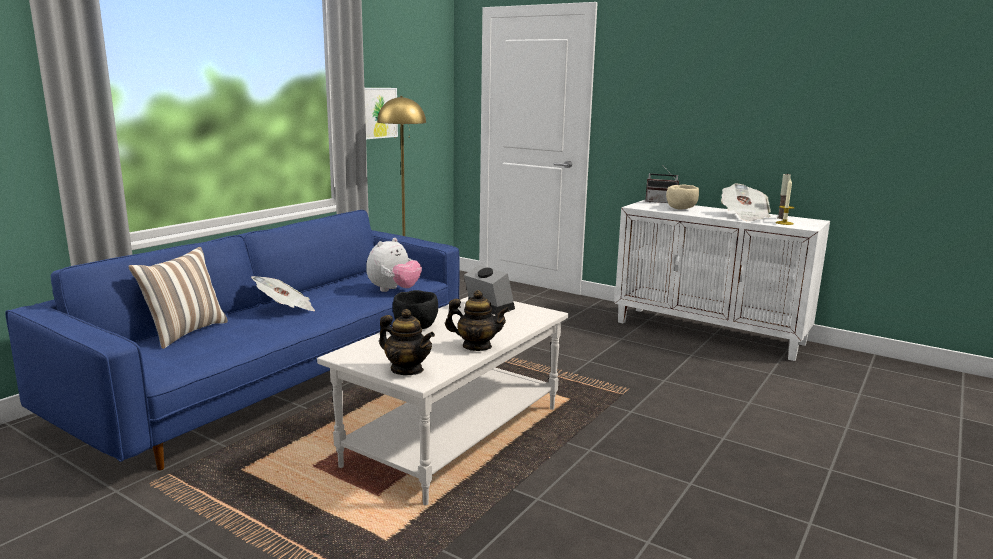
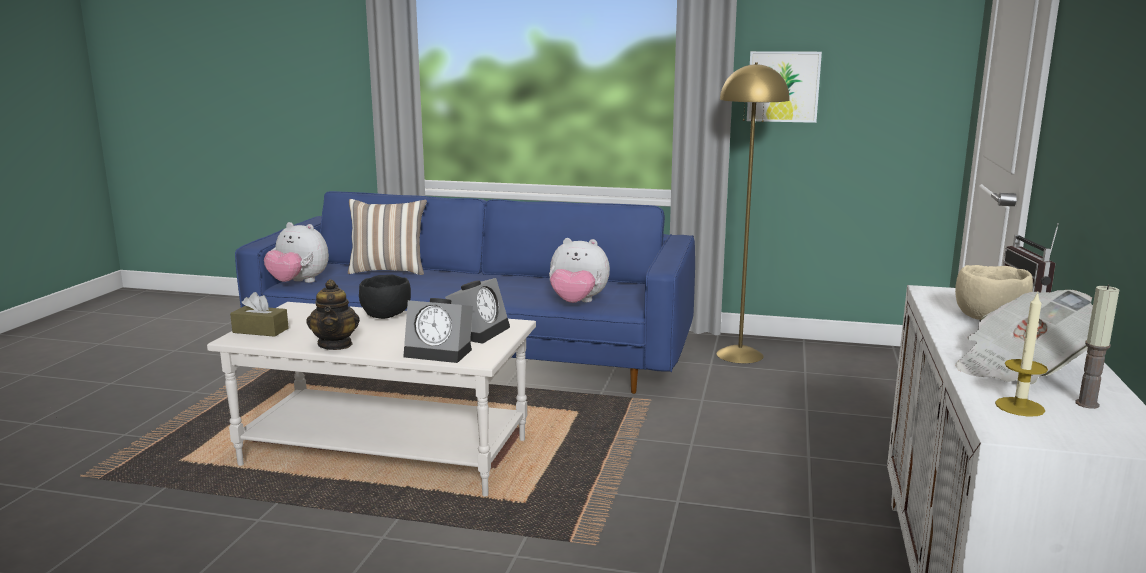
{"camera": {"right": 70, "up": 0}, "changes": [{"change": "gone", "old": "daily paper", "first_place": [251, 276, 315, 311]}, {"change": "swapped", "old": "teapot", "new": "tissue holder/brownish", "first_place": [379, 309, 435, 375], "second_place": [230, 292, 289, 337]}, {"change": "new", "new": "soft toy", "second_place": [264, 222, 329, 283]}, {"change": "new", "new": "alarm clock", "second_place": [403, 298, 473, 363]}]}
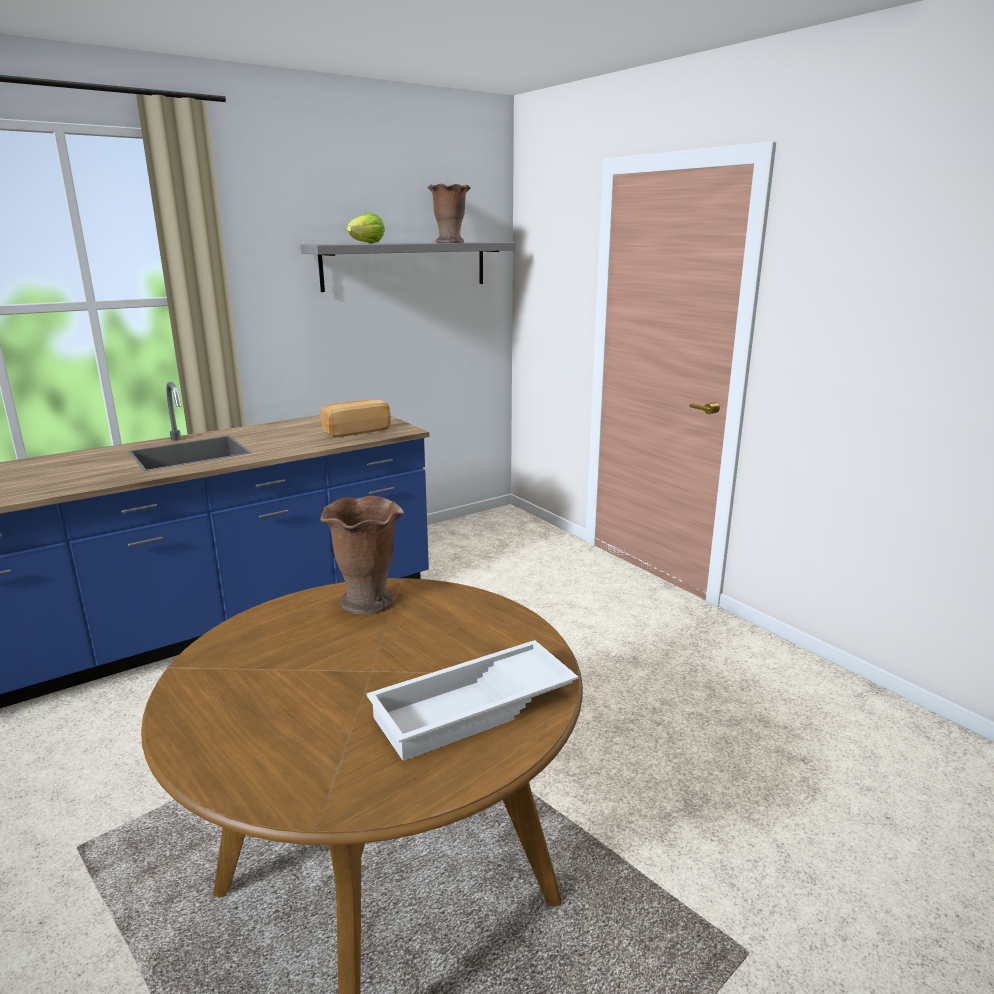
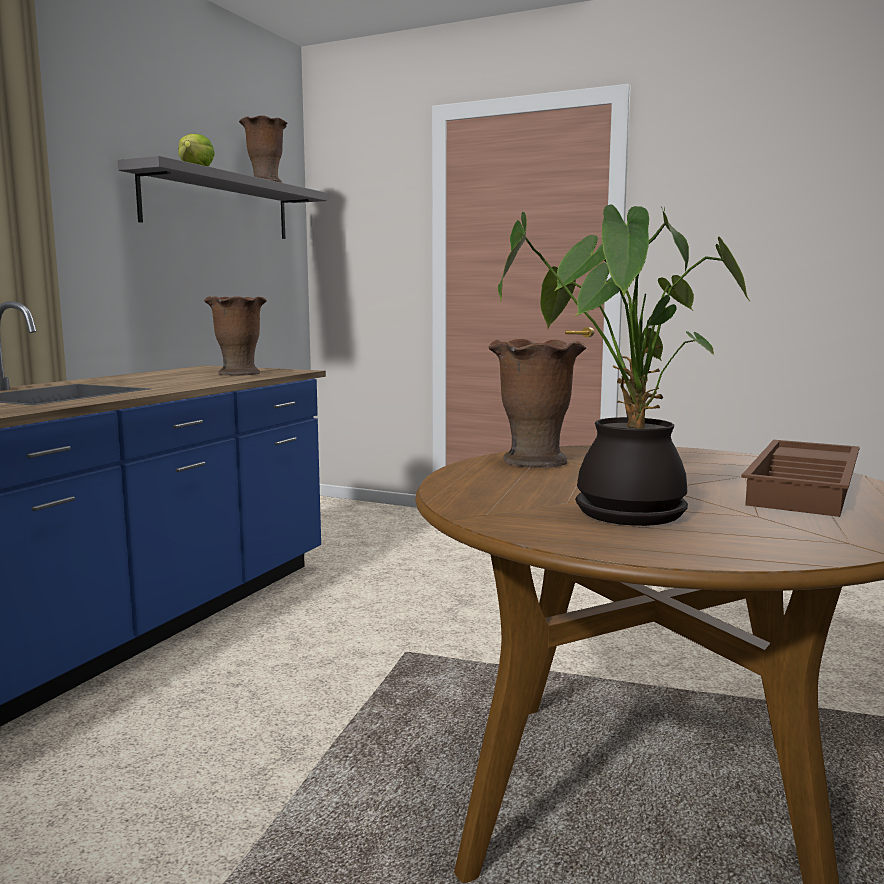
{"camera": {"right": -30, "up": -10}, "changes": [{"change": "swapped", "old": "baked bread", "new": "vase/brownish", "first_place": [320, 400, 391, 437], "second_place": [204, 296, 267, 376]}, {"change": "repainted", "old": "carrying tray/whitish", "new": "carrying tray/brownish", "first_place": [366, 640, 578, 761], "second_place": [741, 440, 860, 517]}, {"change": "new", "new": "plant in a pot", "second_place": [498, 204, 750, 526]}]}
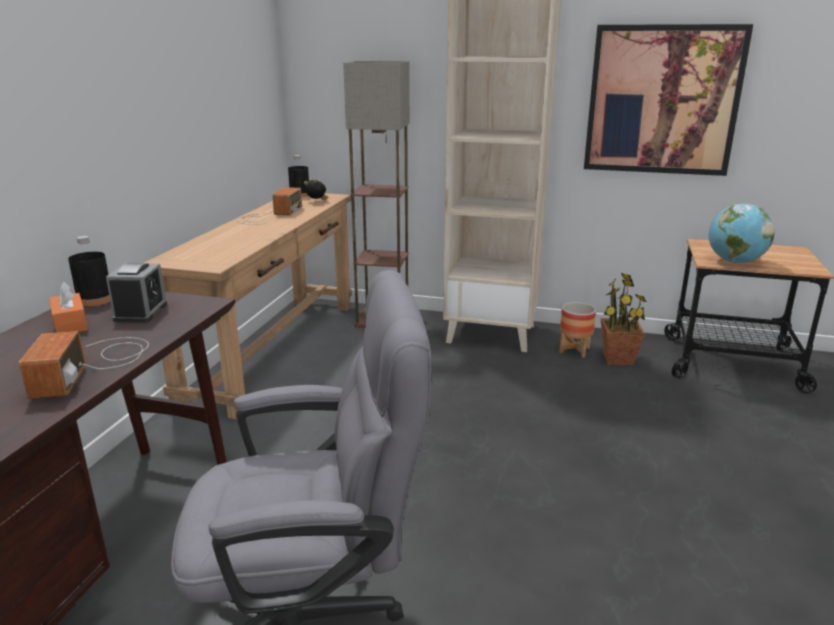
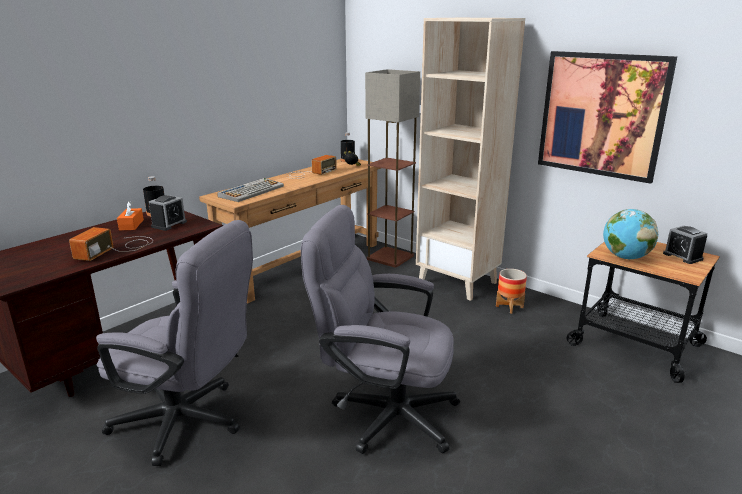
{"camera": {"right": 25, "up": 0}, "changes": [{"change": "gone", "old": "plant in a pot", "first_place": [601, 273, 647, 365]}, {"change": "new", "new": "keyboard", "second_place": [217, 178, 284, 202]}, {"change": "new", "new": "office chair/grey", "second_place": [301, 205, 460, 454]}, {"change": "new", "new": "alarm clock", "second_place": [663, 226, 707, 264]}]}
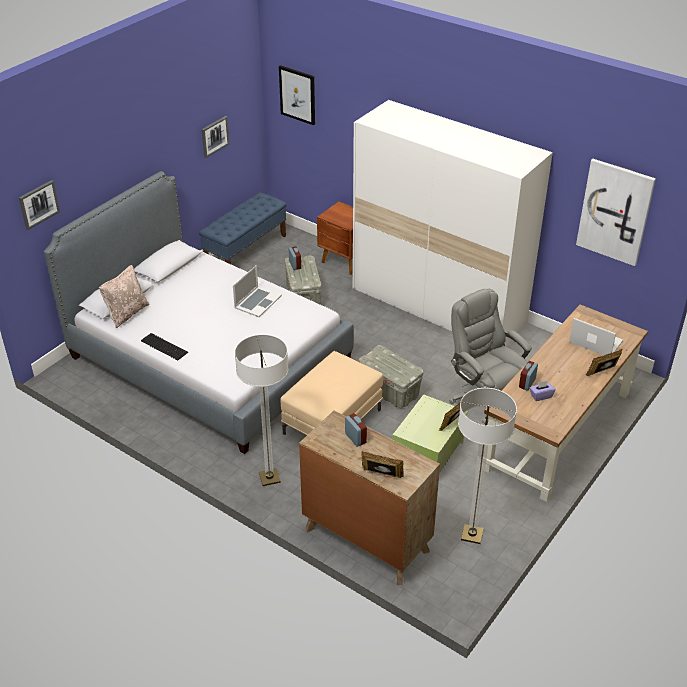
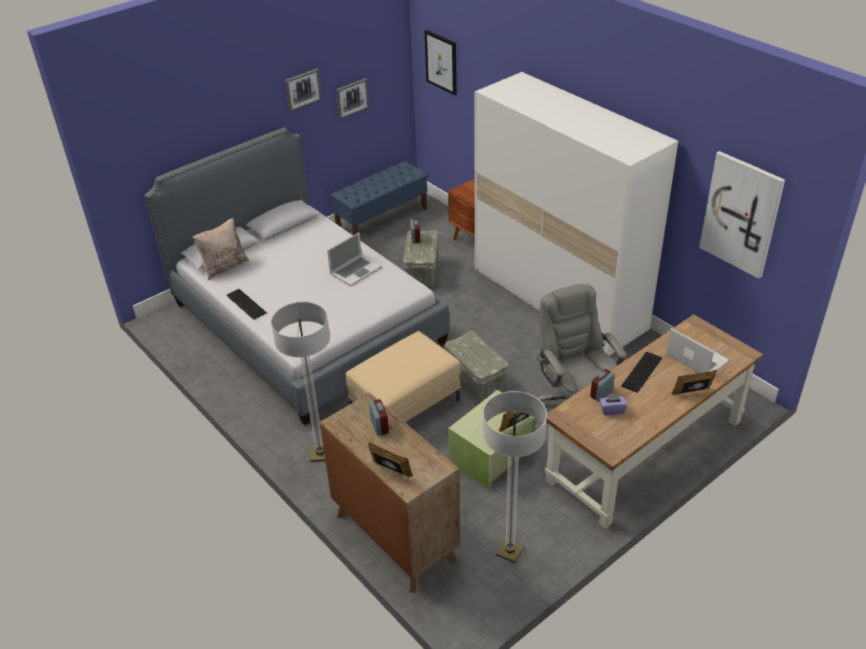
{"camera": {"right": 15, "up": 0}, "changes": [{"change": "shifted", "old": "wall picture", "first_place": [19, 180, 60, 230], "second_place": [285, 69, 322, 112]}, {"change": "new", "new": "keyboard", "second_place": [621, 352, 662, 393]}]}
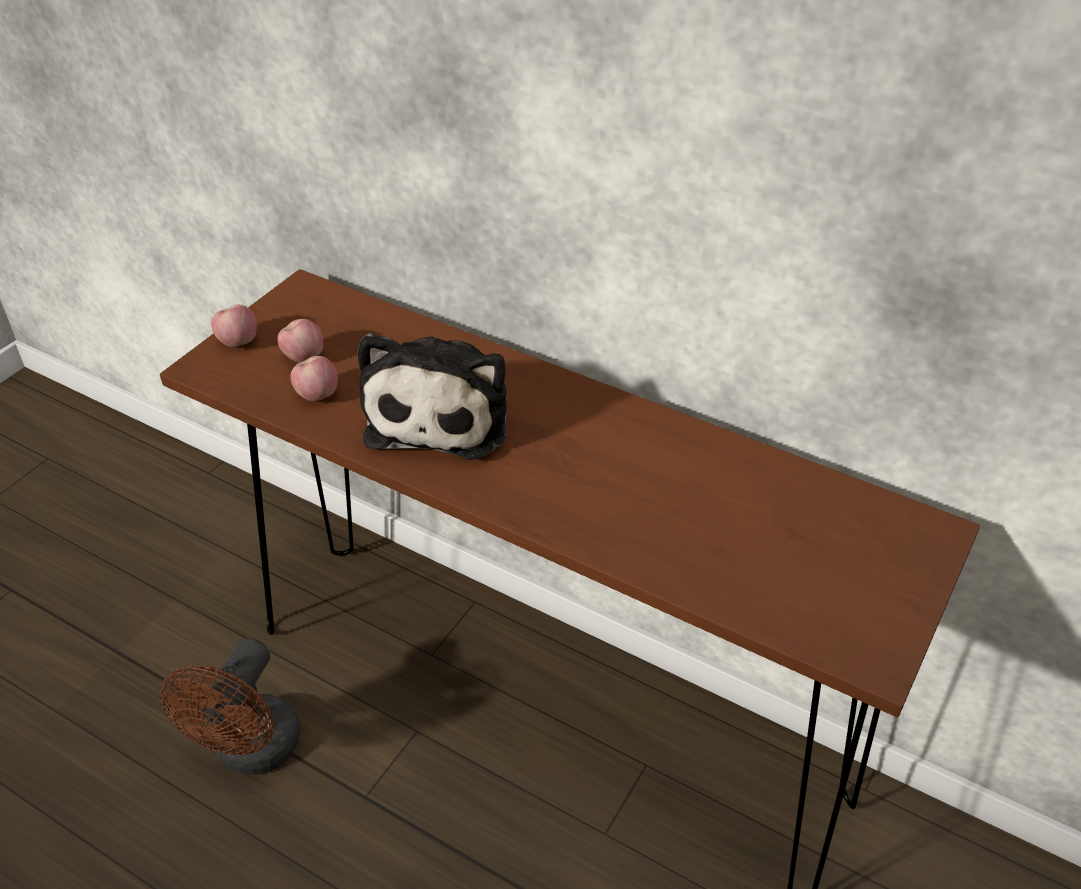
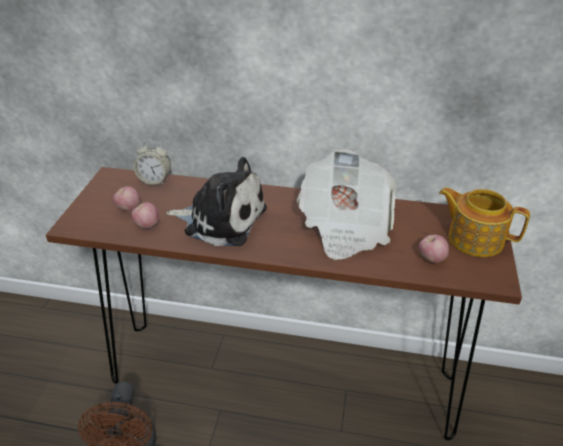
{"camera": {"right": -20, "up": -5}, "changes": [{"change": "shifted", "old": "apple", "first_place": [211, 305, 257, 347], "second_place": [419, 235, 449, 263]}, {"change": "rotated", "old": "soft toy", "first_place": [358, 333, 507, 460], "second_place": [166, 157, 267, 246], "degrees": -60}, {"change": "new", "new": "alarm clock", "second_place": [134, 141, 171, 185]}, {"change": "new", "new": "daily paper", "second_place": [297, 149, 396, 260]}, {"change": "new", "new": "teapot", "second_place": [439, 187, 530, 257]}]}
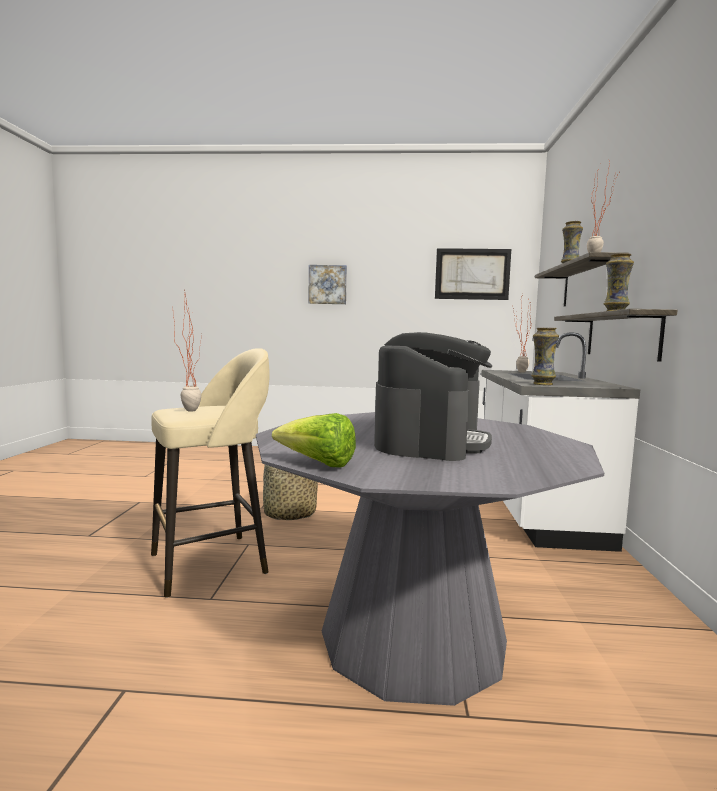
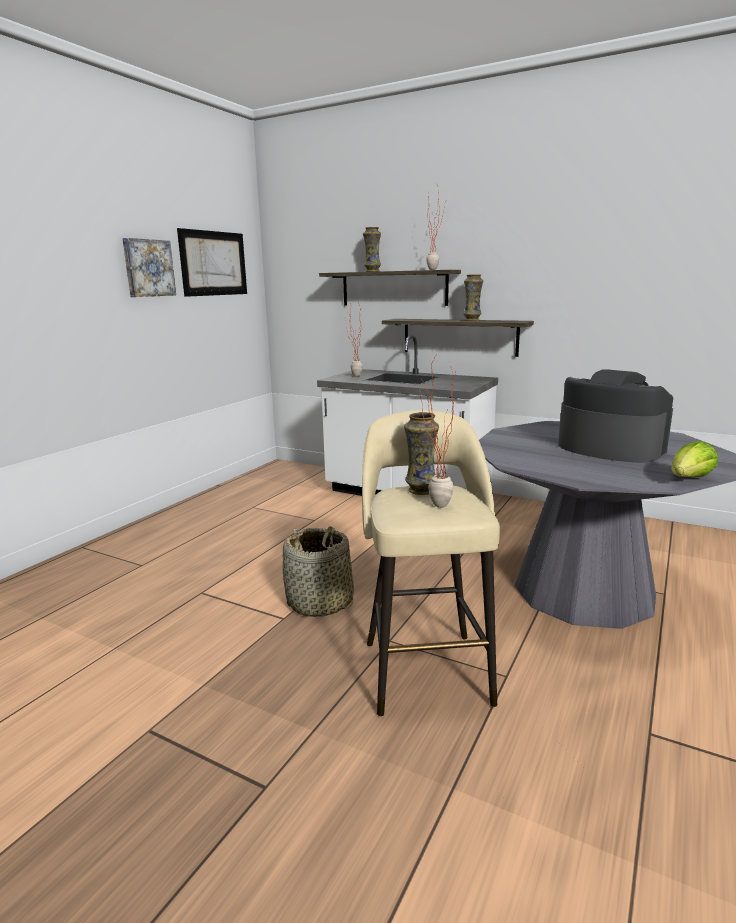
{"camera": {"right": -65, "up": 10}, "changes": [{"change": "shifted", "old": "wall picture", "first_place": [308, 265, 347, 304], "second_place": [122, 238, 176, 297]}, {"change": "shifted", "old": "vase", "first_place": [531, 328, 559, 385], "second_place": [404, 412, 439, 495]}]}
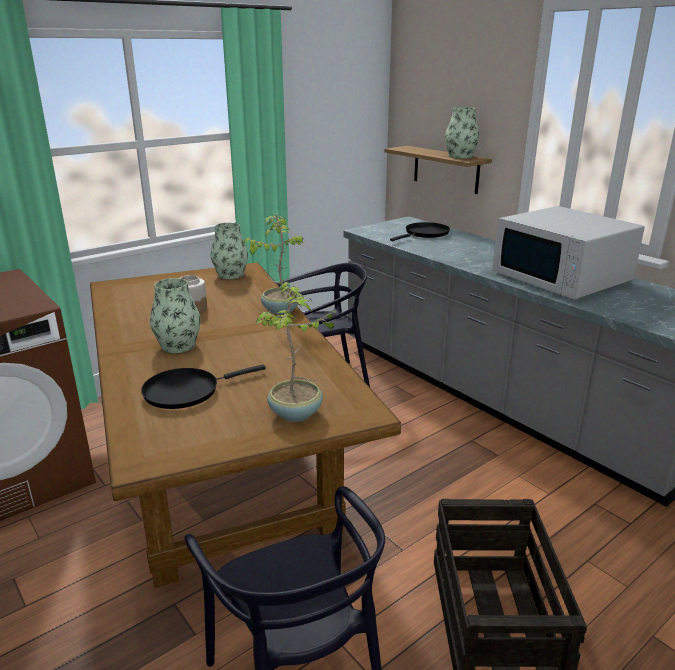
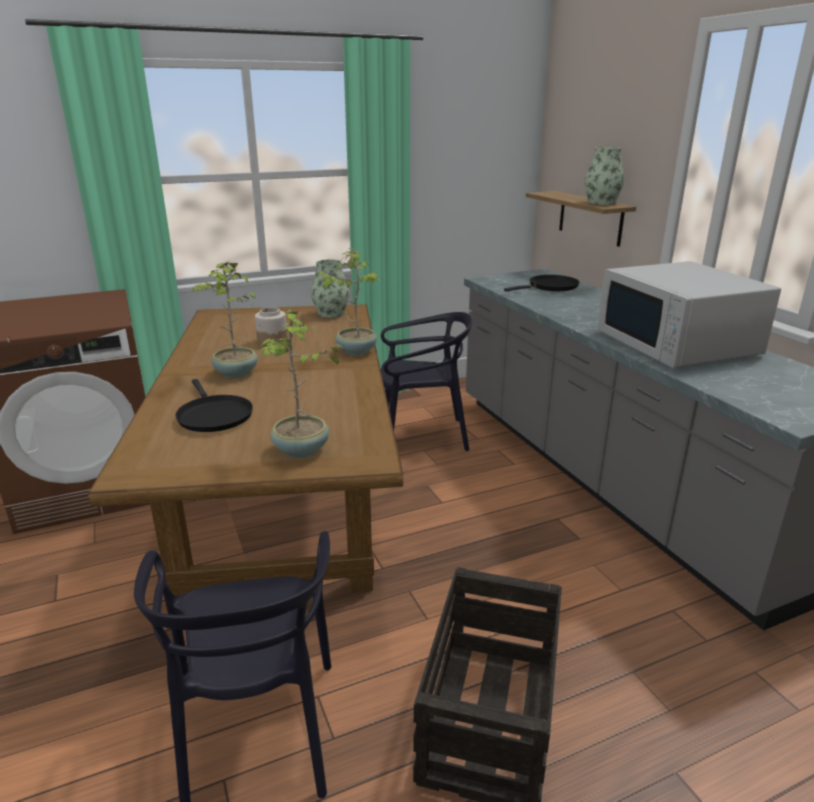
{"camera": {"right": 15, "up": 0}, "changes": [{"change": "swapped", "old": "vase", "new": "plant in a pot", "first_place": [150, 278, 201, 353], "second_place": [192, 261, 258, 378]}, {"change": "rotated", "old": "pan/black-coloured", "first_place": [141, 364, 266, 409], "second_place": [175, 379, 253, 432], "degrees": -105}]}
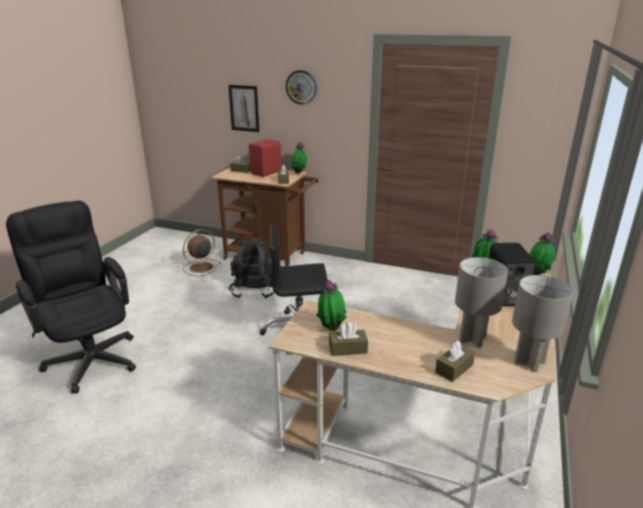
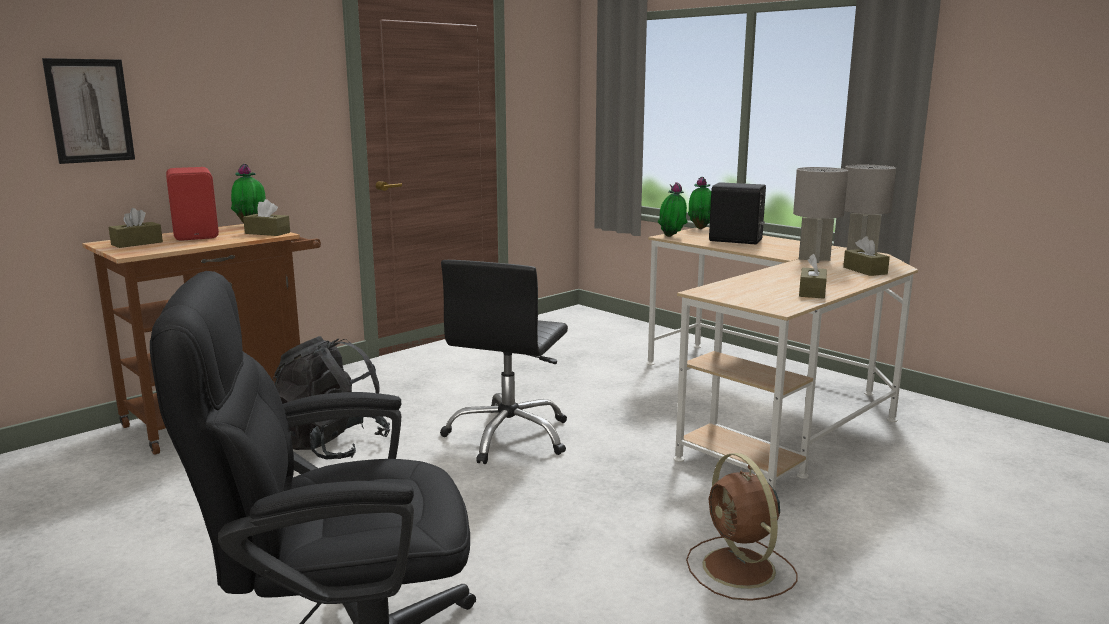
{"camera": {"right": -65, "up": -10}, "changes": [{"change": "gone", "old": "wall clock", "first_place": [286, 70, 317, 105]}, {"change": "shifted", "old": "fan/brownish", "first_place": [183, 229, 221, 276], "second_place": [686, 453, 798, 601]}, {"change": "gone", "old": "plant in a pot", "first_place": [316, 280, 347, 331]}]}
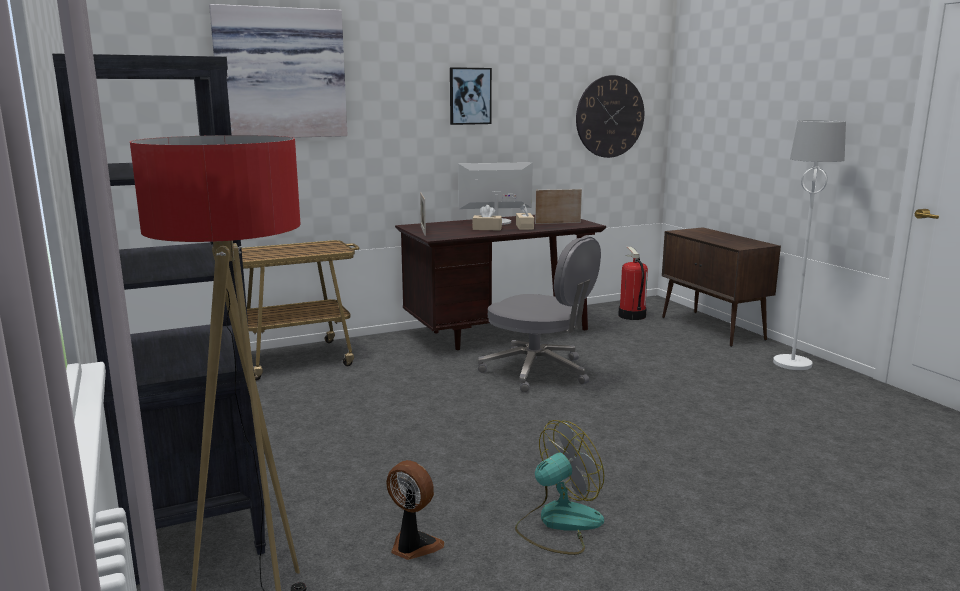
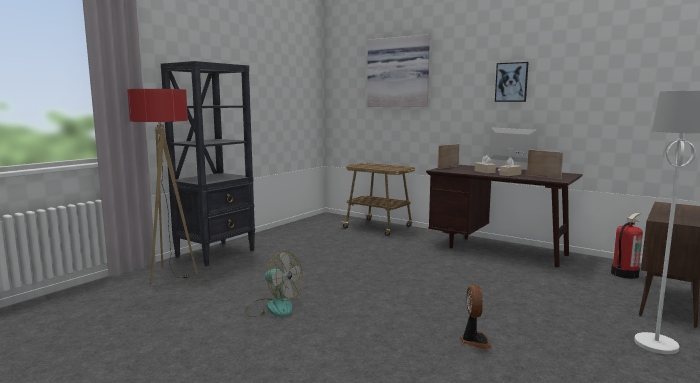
{"camera": {"right": 60, "up": -5}, "changes": [{"change": "gone", "old": "wall clock", "first_place": [576, 75, 644, 158]}, {"change": "gone", "old": "office chair/grey", "first_place": [478, 236, 601, 393]}, {"change": "shifted", "old": "fan", "first_place": [386, 460, 444, 560], "second_place": [460, 285, 492, 349]}]}
